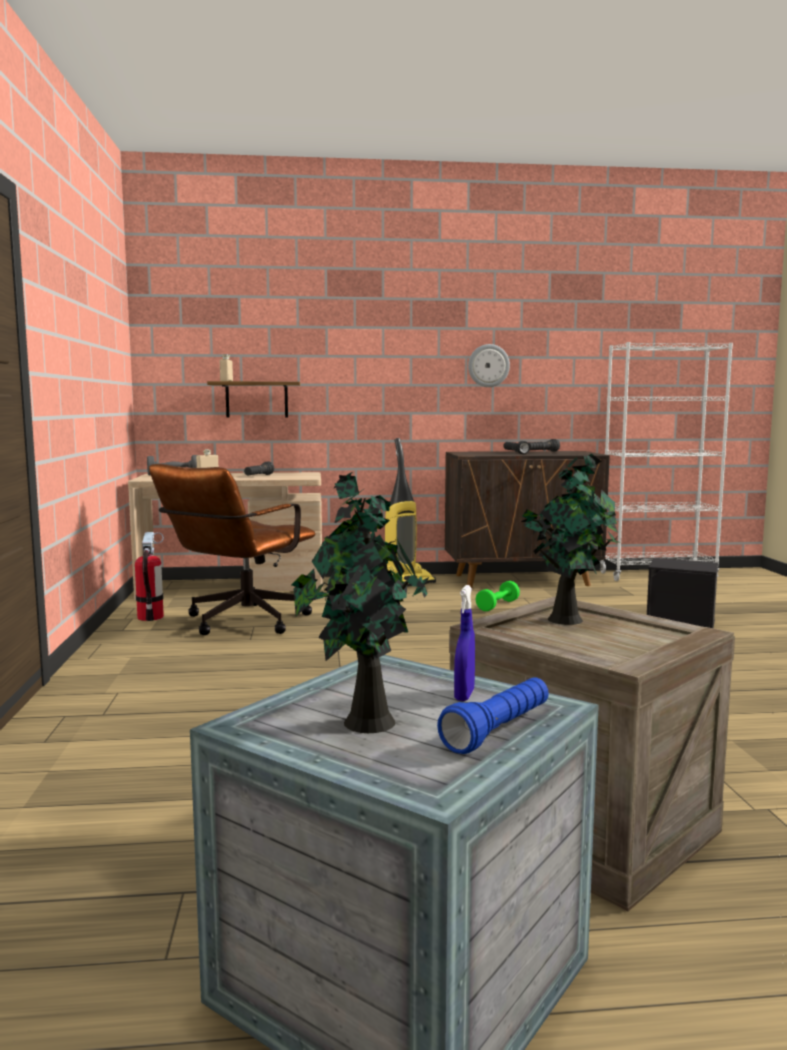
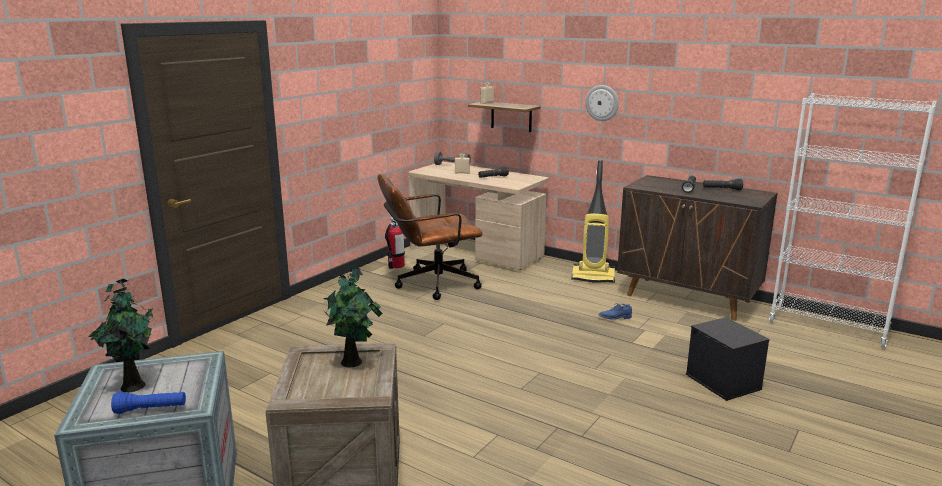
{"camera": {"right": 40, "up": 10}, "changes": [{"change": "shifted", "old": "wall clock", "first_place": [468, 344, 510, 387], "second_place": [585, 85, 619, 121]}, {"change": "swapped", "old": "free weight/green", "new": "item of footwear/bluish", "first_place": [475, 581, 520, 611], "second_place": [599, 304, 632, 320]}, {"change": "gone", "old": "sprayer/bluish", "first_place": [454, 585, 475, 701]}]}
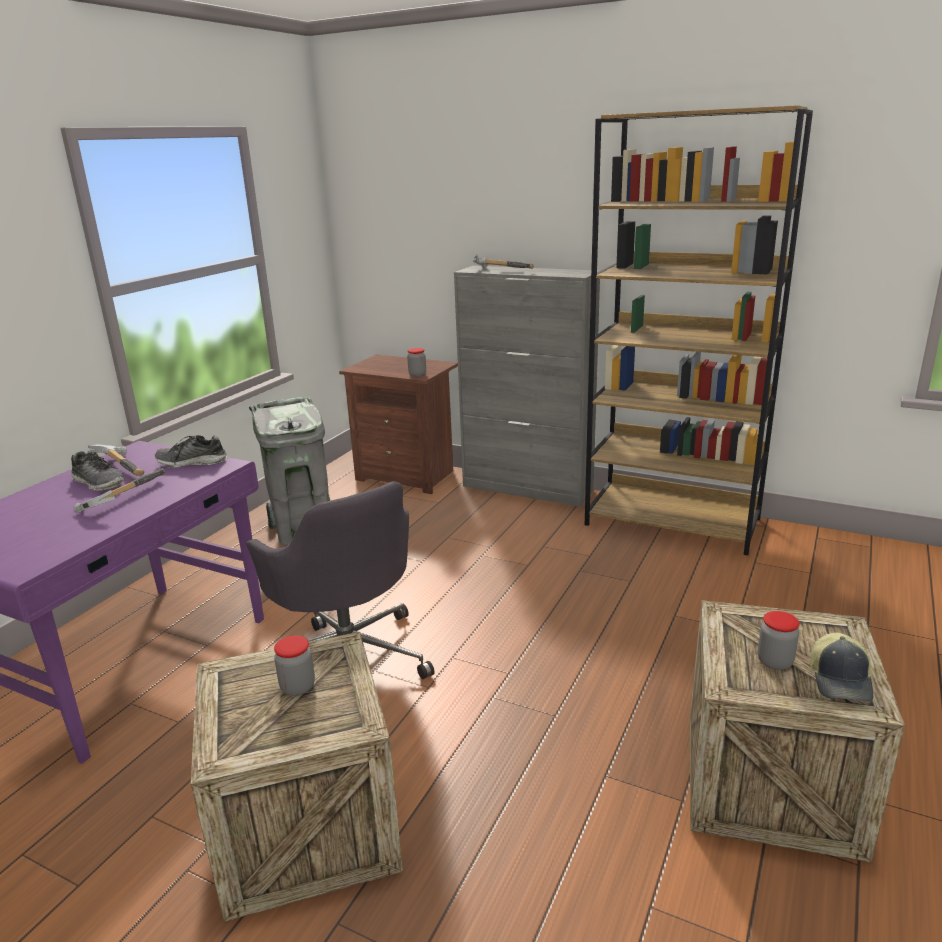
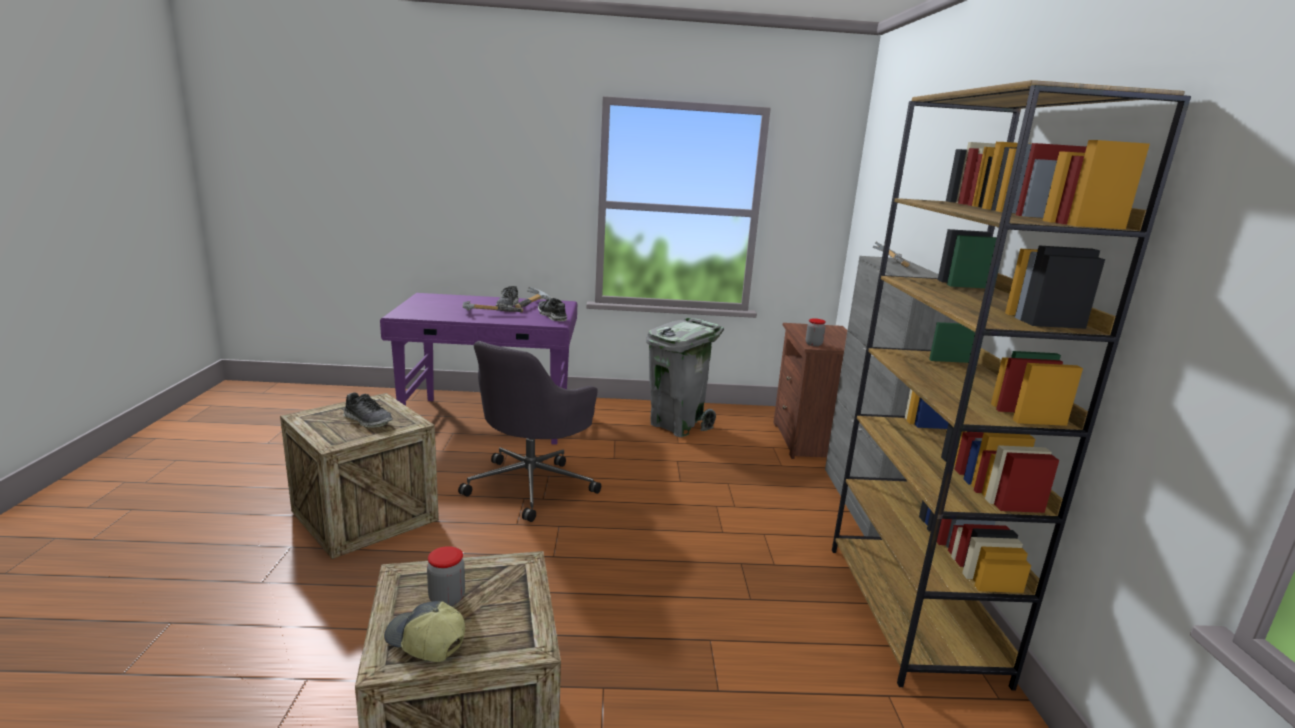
{"camera": {"right": 60, "up": -5}, "changes": [{"change": "rotated", "old": "peaked cap", "first_place": [811, 633, 873, 702], "second_place": [384, 601, 465, 662], "degrees": 45}, {"change": "swapped", "old": "storage jar", "new": "item of footwear", "first_place": [274, 636, 315, 696], "second_place": [343, 392, 393, 428]}]}
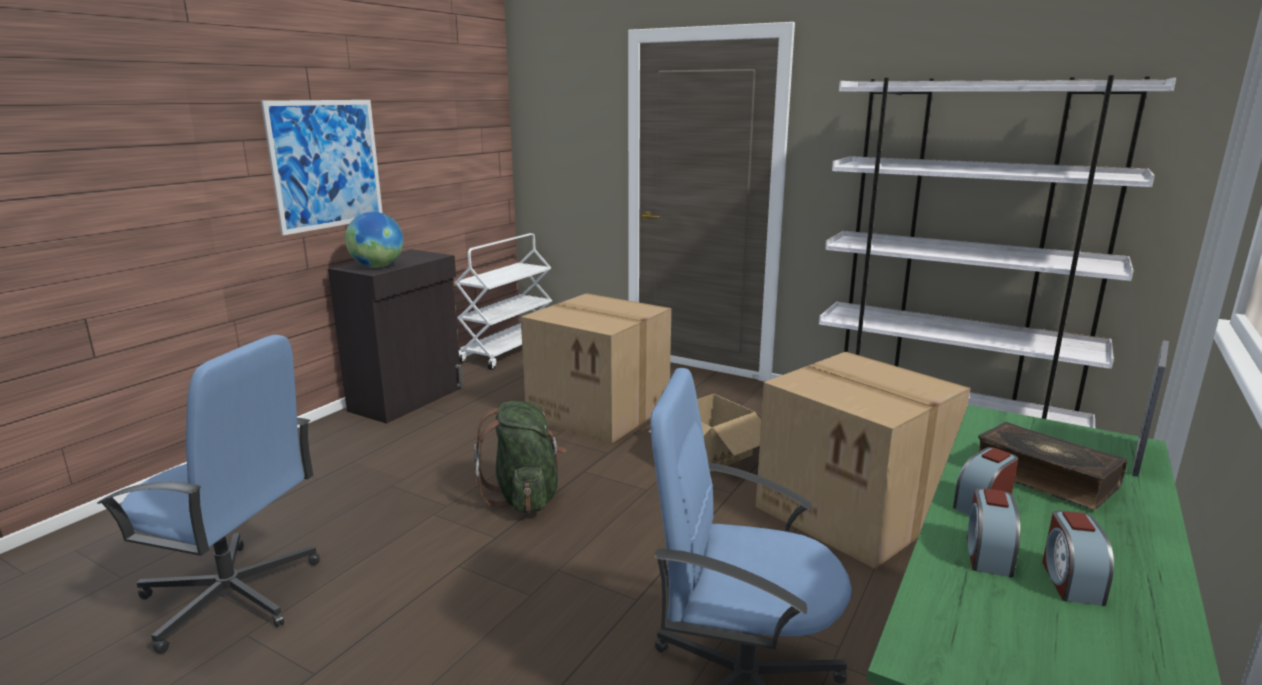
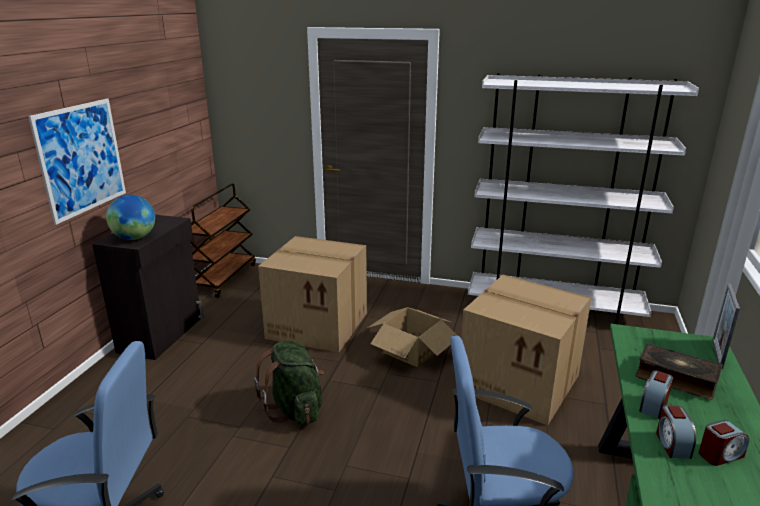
{"camera": {"right": -15, "up": 5}, "changes": [{"change": "repainted", "old": "wheeled cart/whitish", "new": "wheeled cart/brownish", "first_place": [454, 233, 552, 370], "second_place": [190, 183, 256, 298]}, {"change": "rotated", "old": "alarm clock", "first_place": [1042, 510, 1114, 606], "second_place": [699, 420, 749, 466], "degrees": -105}]}
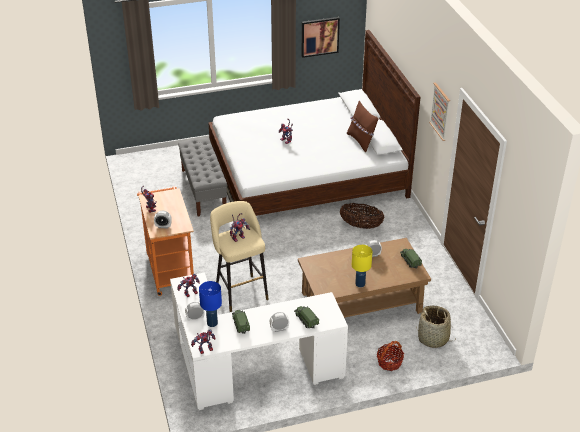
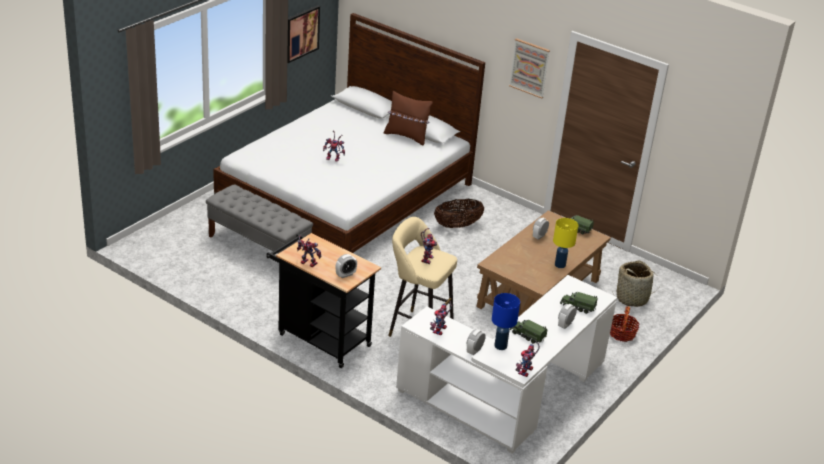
{"camera": {"right": -40, "up": -5}, "changes": [{"change": "repainted", "old": "wheeled cart/orangey", "new": "wheeled cart/black-coloured", "first_place": [137, 186, 194, 296], "second_place": [266, 233, 381, 368]}]}
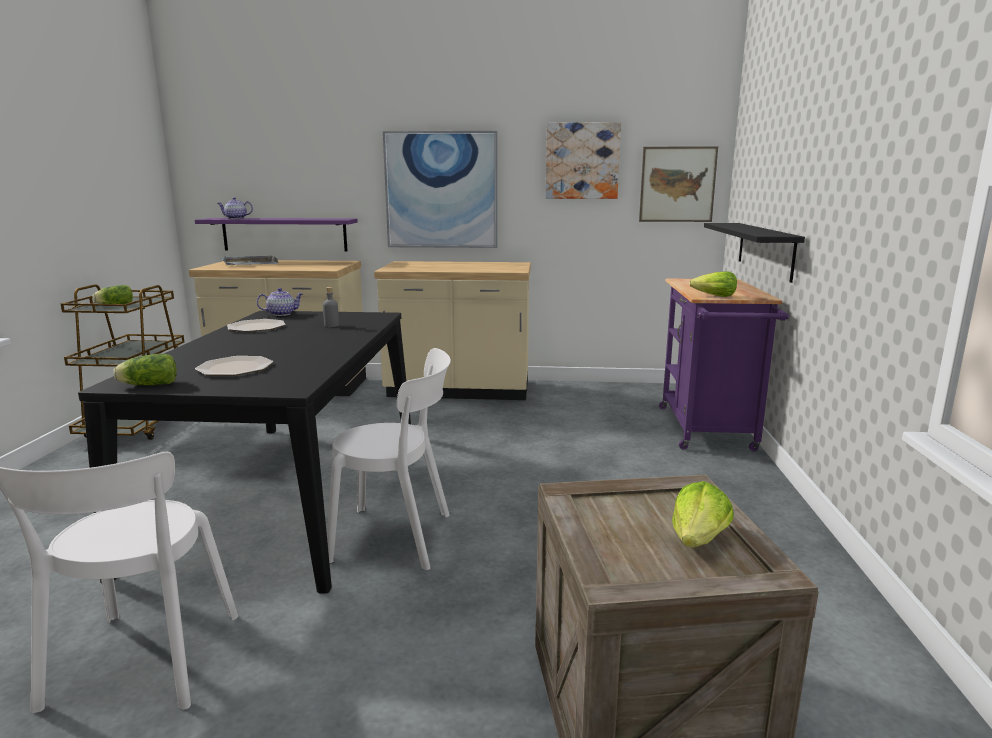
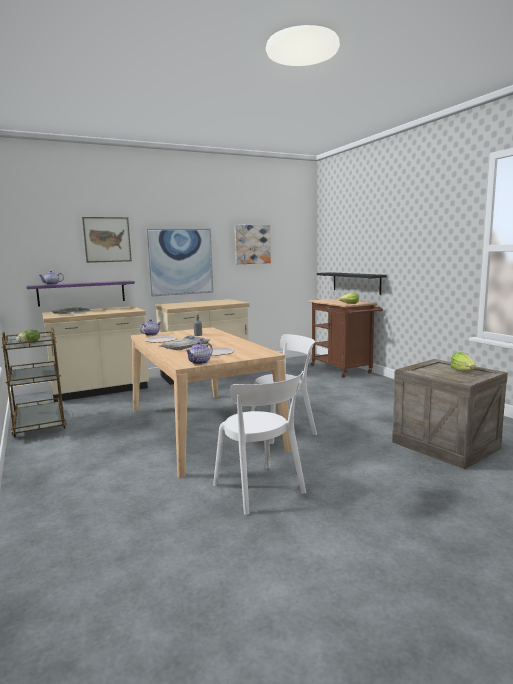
{"camera": {"right": -30, "up": -5}, "changes": [{"change": "shifted", "old": "wall picture", "first_place": [639, 147, 718, 222], "second_place": [82, 217, 132, 263]}, {"change": "repainted", "old": "wheeled cart/purple-coloured", "new": "wheeled cart/brownish", "first_place": [659, 278, 789, 451], "second_place": [308, 298, 383, 378]}, {"change": "repainted", "old": "dinner table/black-coloured", "new": "dinner table/sand-coloured", "first_place": [78, 311, 411, 594], "second_place": [131, 327, 292, 479]}, {"change": "swapped", "old": "head of lettuce", "new": "teapot", "first_place": [113, 354, 177, 385], "second_place": [185, 342, 213, 364]}, {"change": "new", "new": "carrying tray/grey", "second_place": [158, 335, 210, 350]}]}
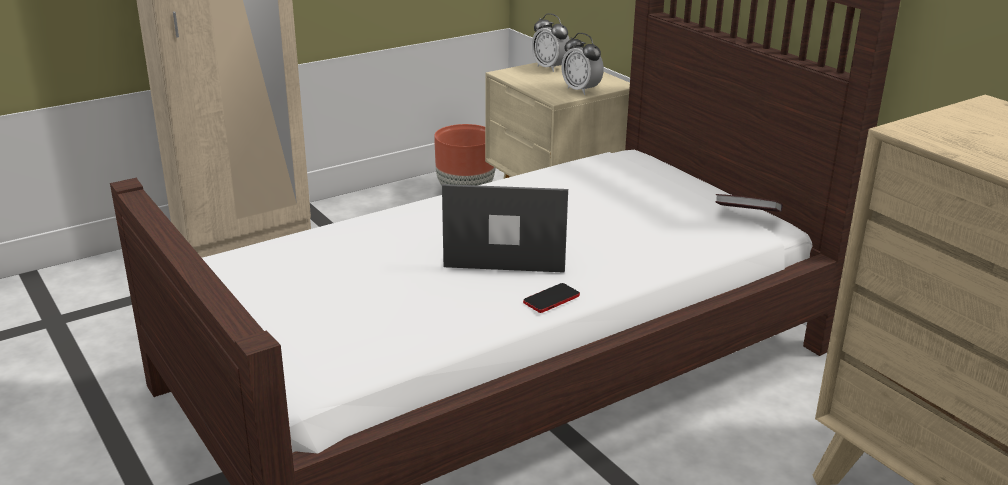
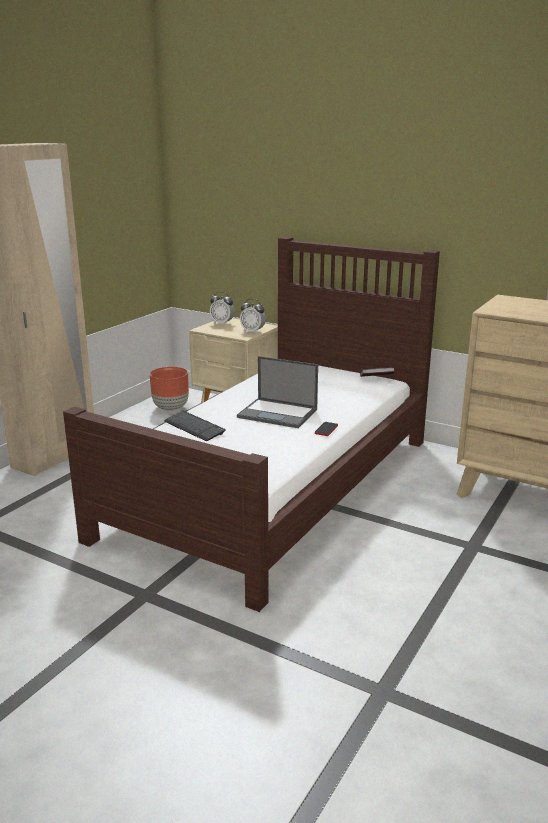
{"camera": {"right": -25, "up": -5}, "changes": [{"change": "rotated", "old": "notebook computer", "first_place": [442, 184, 568, 273], "second_place": [237, 356, 318, 428], "degrees": -135}, {"change": "new", "new": "keyboard", "second_place": [164, 411, 226, 441]}]}
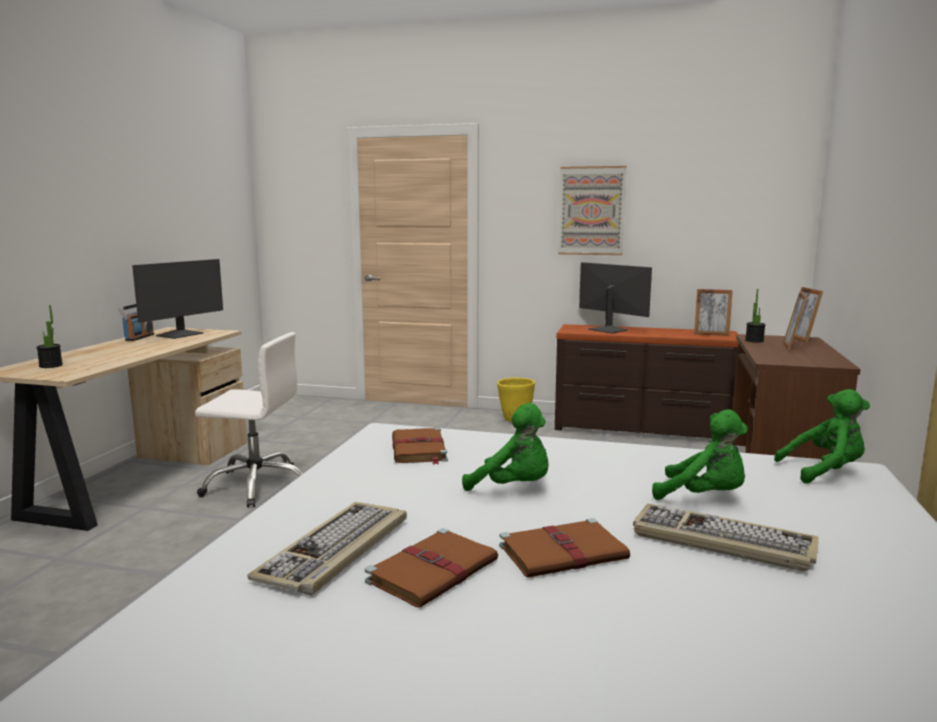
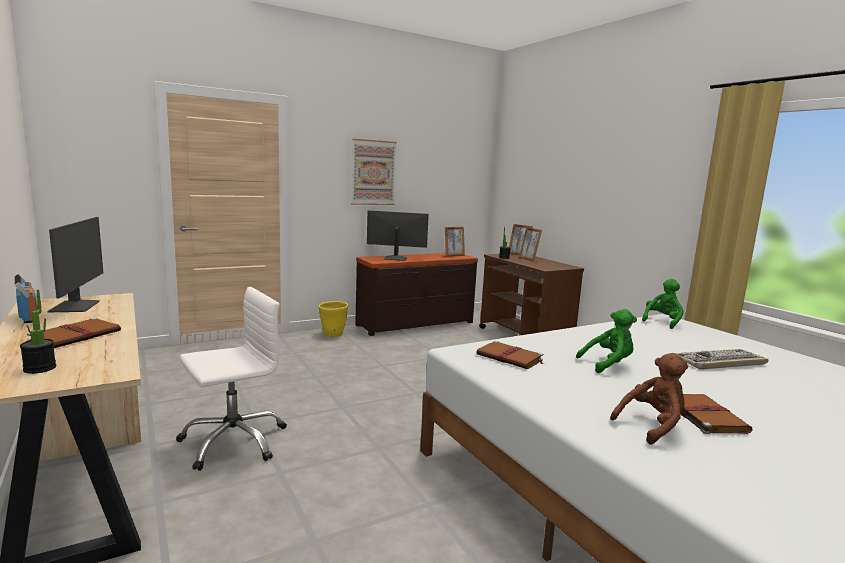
{"camera": {"right": -45, "up": 0}, "changes": [{"change": "gone", "old": "soft toy/green", "first_place": [652, 409, 748, 500]}, {"change": "swapped", "old": "keyboard", "new": "soft toy/brownish", "first_place": [247, 502, 407, 596], "second_place": [610, 353, 688, 444]}, {"change": "shifted", "old": "bound book/brownish", "first_place": [499, 518, 630, 578], "second_place": [27, 318, 121, 348]}]}
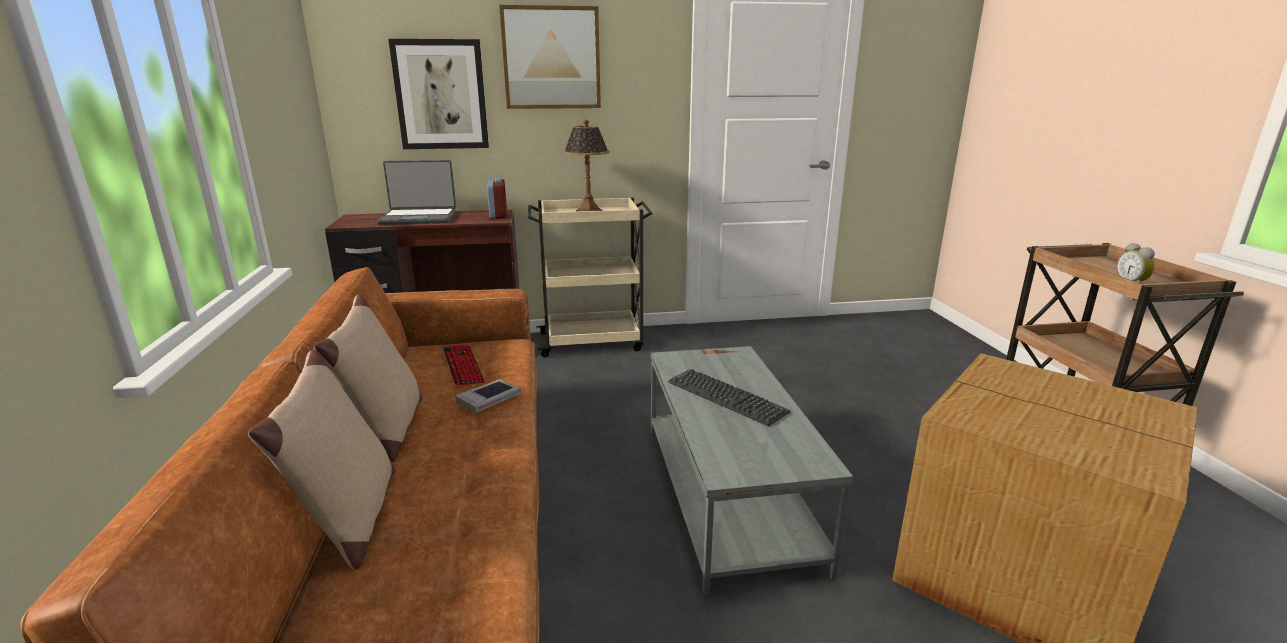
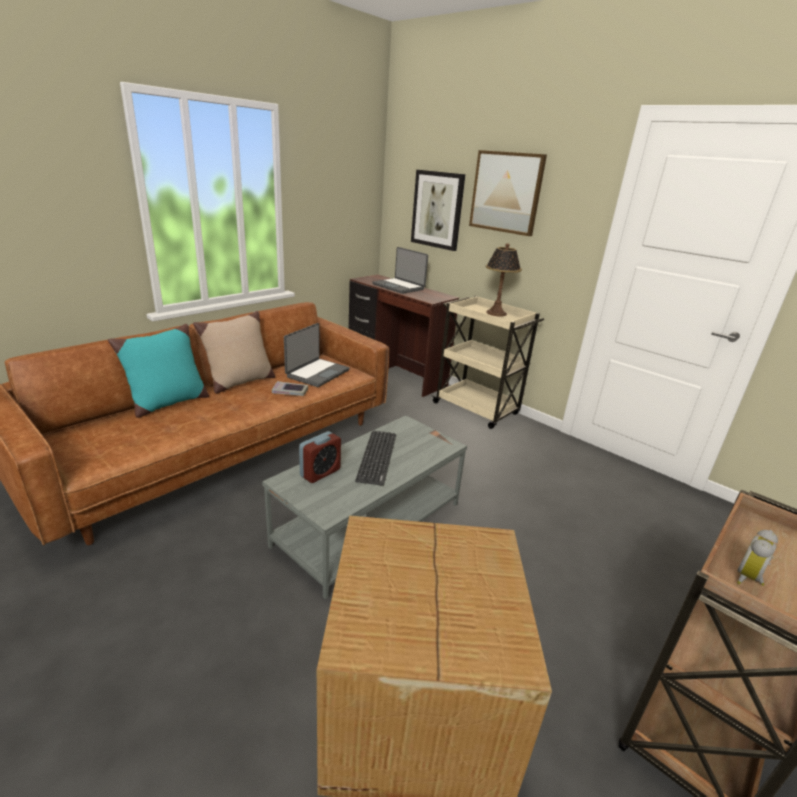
{"camera": {"right": 50, "up": 5}, "changes": [{"change": "shifted", "old": "alarm clock", "first_place": [487, 177, 507, 219], "second_place": [299, 431, 341, 483]}, {"change": "swapped", "old": "keyboard", "new": "notebook computer", "first_place": [443, 344, 485, 385], "second_place": [284, 323, 350, 387]}, {"change": "repainted", "old": "pillow/sand-coloured", "new": "pillow/turquoise-coloured", "first_place": [248, 350, 395, 569], "second_place": [108, 324, 209, 417]}]}
